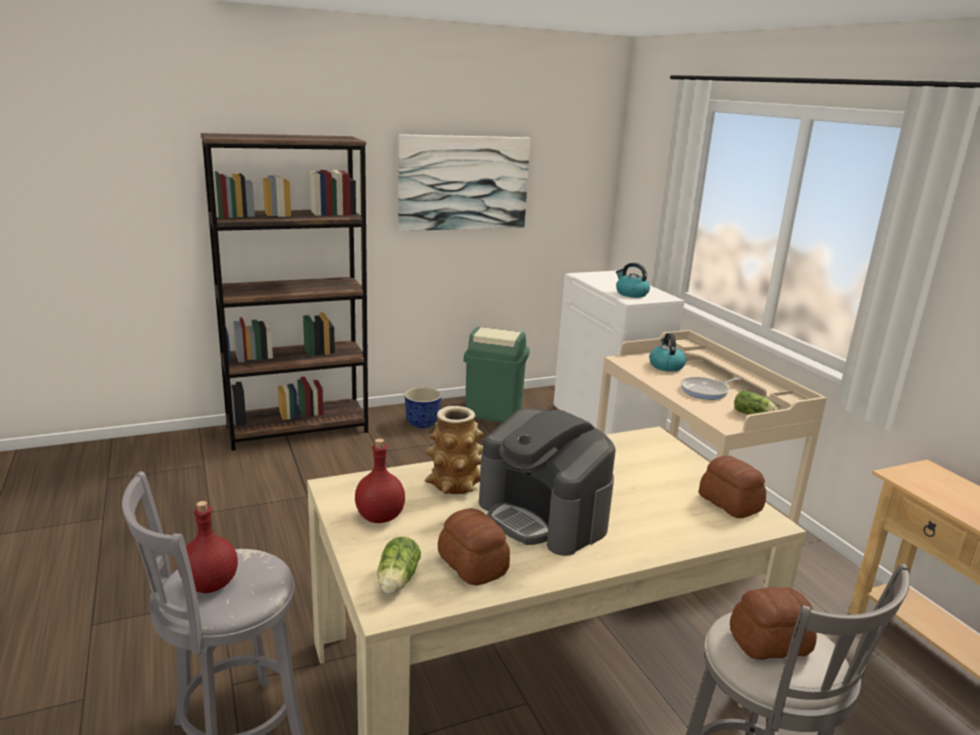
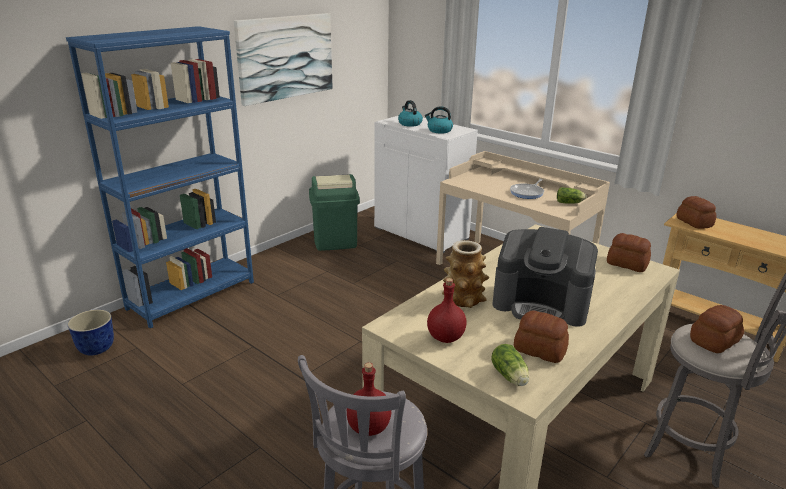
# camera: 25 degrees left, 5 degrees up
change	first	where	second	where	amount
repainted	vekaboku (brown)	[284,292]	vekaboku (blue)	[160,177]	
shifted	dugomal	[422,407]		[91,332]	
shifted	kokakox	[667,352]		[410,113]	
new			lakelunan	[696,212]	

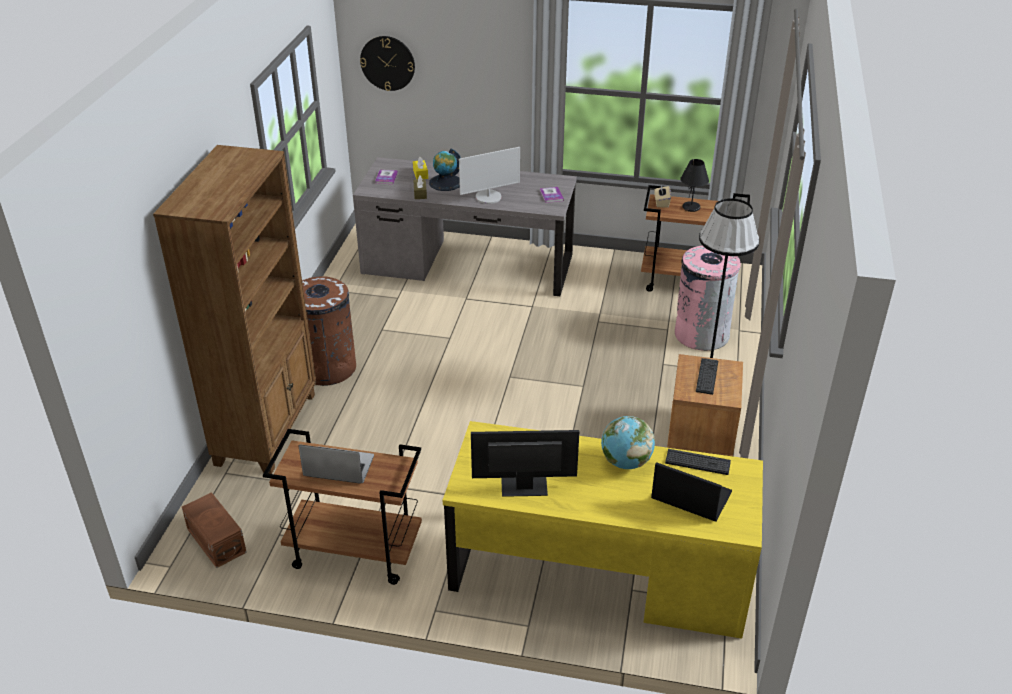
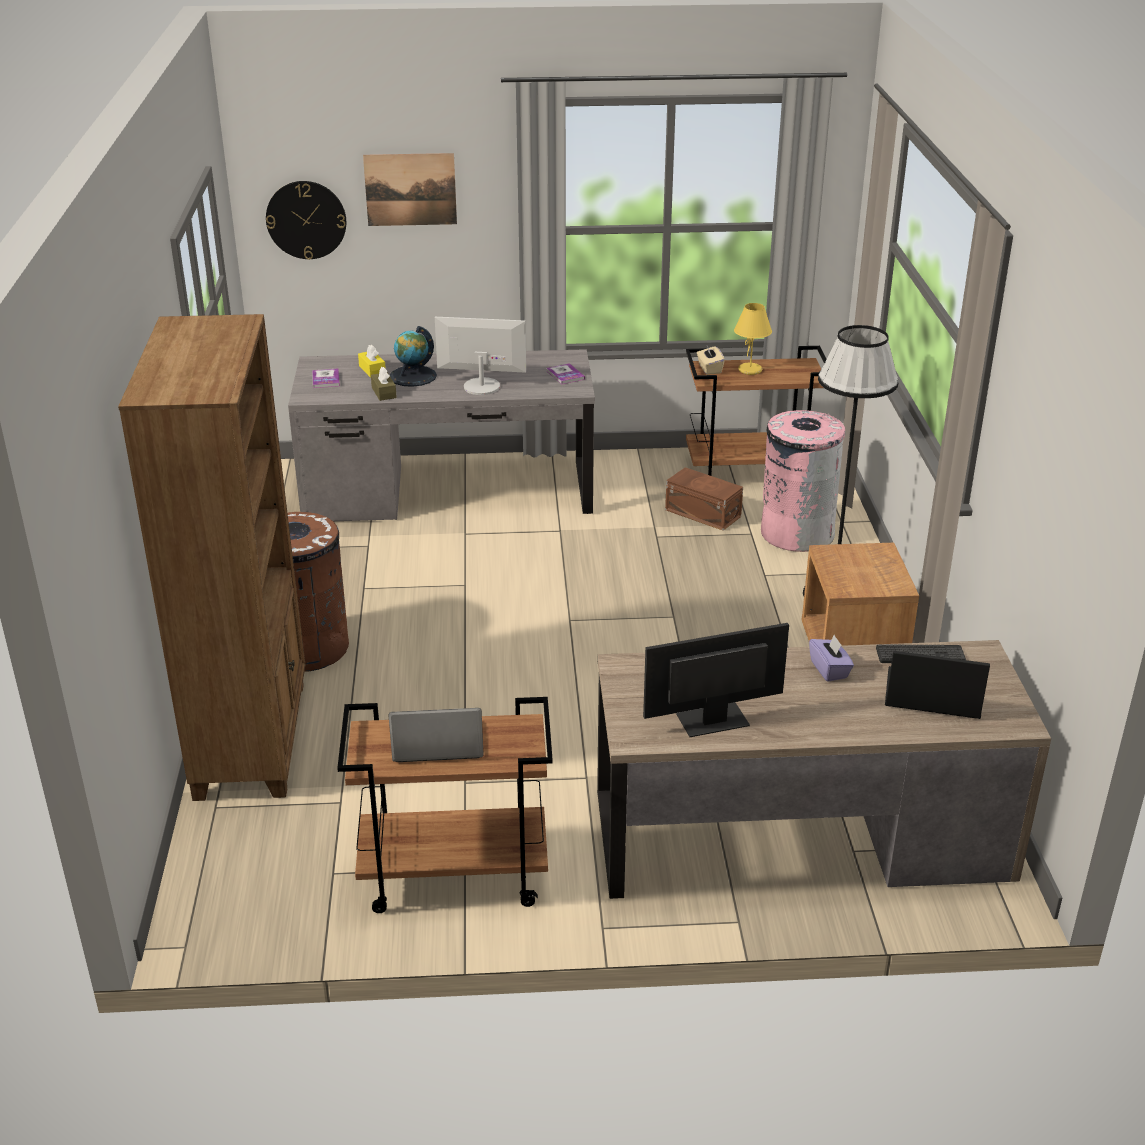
# camera: 15 degrees left, 5 degrees down
change	first	where	second	where	amount
new			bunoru	[410,189]	
rotated	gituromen	[489,175]		[480,356]	135 degrees counterclockwise
repainted	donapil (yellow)	[603,530]	donapil (brown)	[824,769]	
shifted	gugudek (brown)	[214,530]		[704,499]	
repainted	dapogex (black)	[694,185]	dapogex (yellow)	[753,339]	
swapped	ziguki	[628,442]	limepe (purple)	[831,658]	
gone	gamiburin	[707,376]			

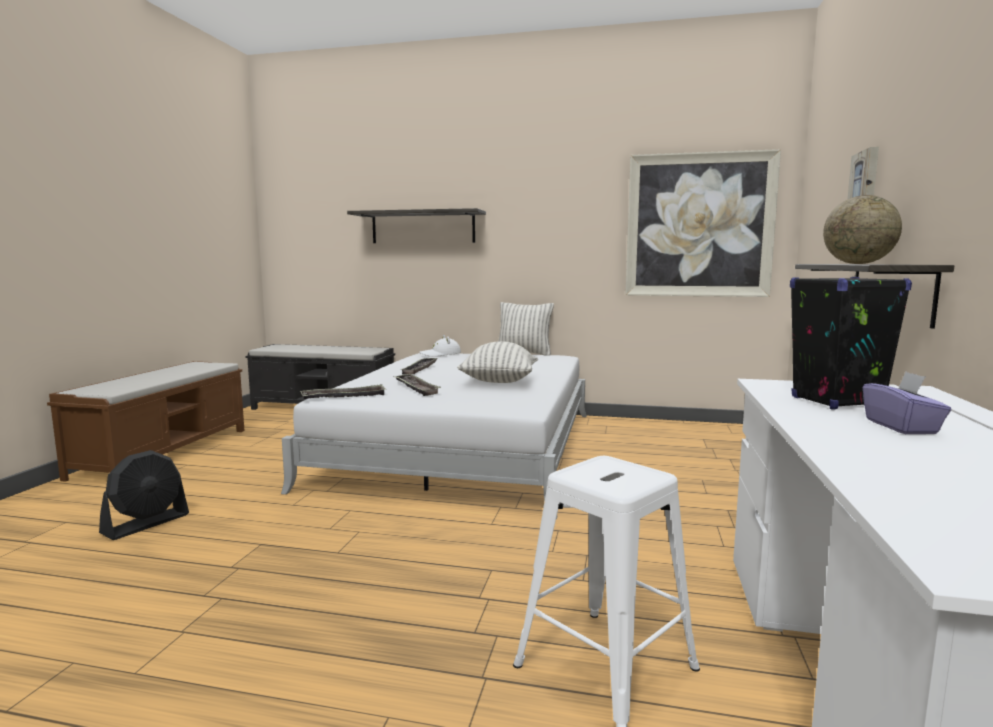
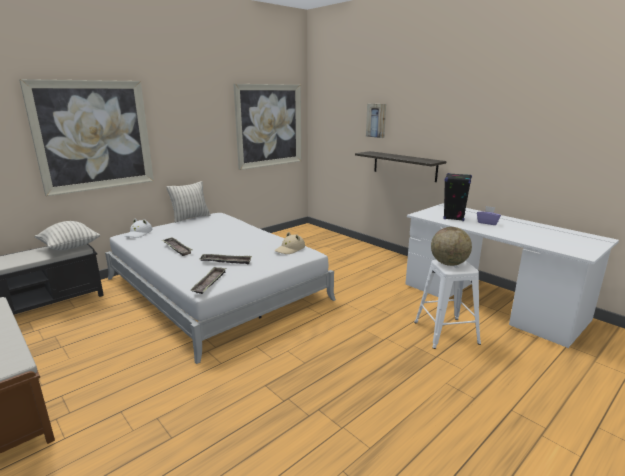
# camera: 55 degrees left, 10 degrees up
change	first	where	second	where	amount
swapped	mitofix	[416,225]	bunoru	[86,137]	
shifted	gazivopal	[497,362]		[67,235]	
new			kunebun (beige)	[290,243]	
shifted	ziguki	[862,229]		[451,246]	
gone	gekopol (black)	[144,495]			

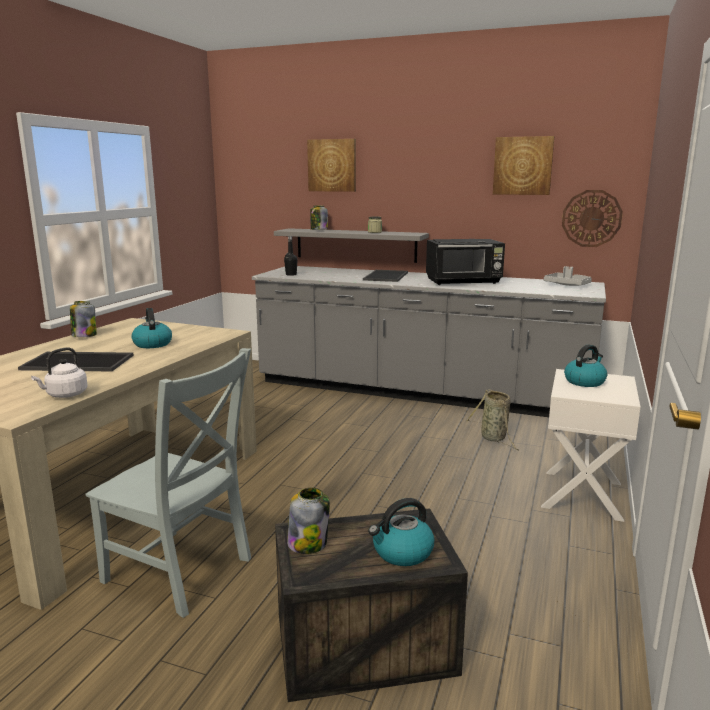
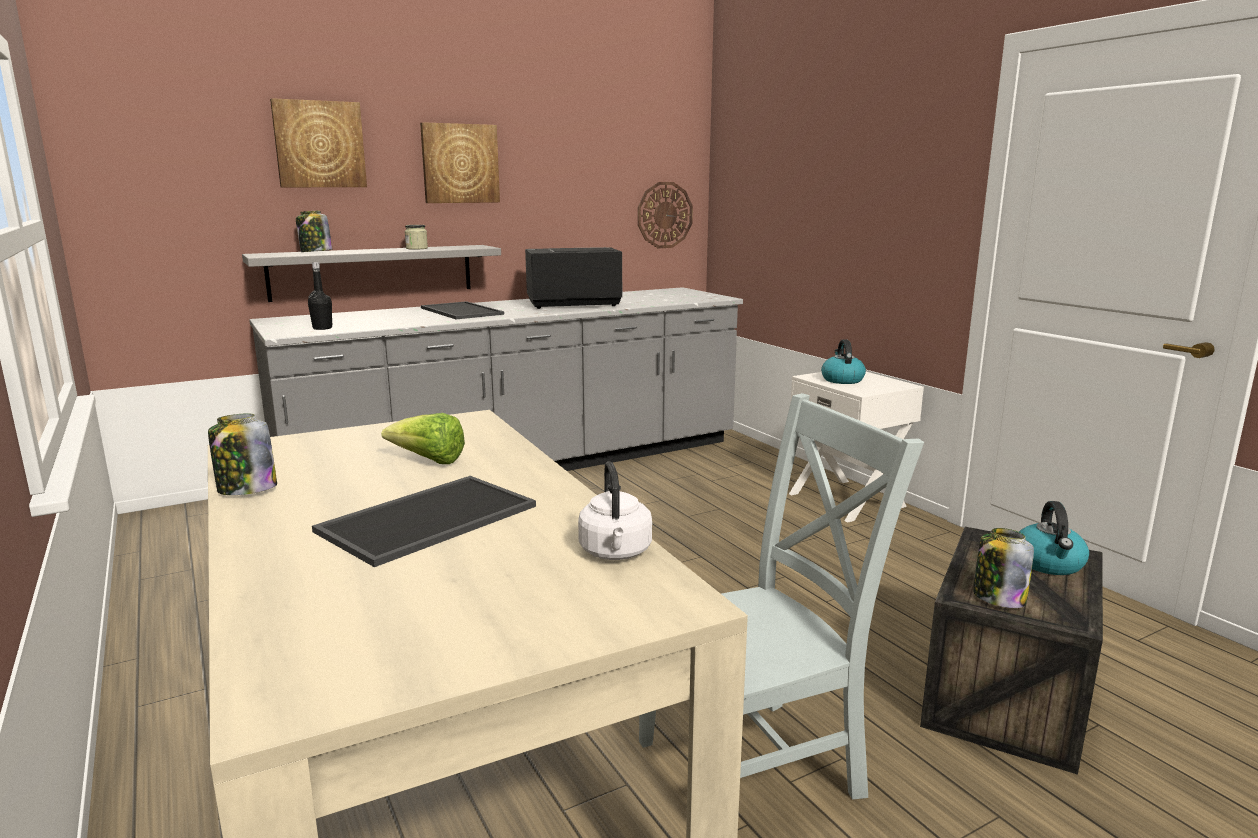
# camera: 50 degrees left, 0 degrees up
change	first	where	second	where	amount
swapped	kokakox	[152,328]	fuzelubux	[423,438]	
shifted	bunoru	[523,165]		[460,162]	
rotated	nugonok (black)	[465,262]		[573,278]	135 degrees counterclockwise
gone	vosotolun	[492,419]			
gone	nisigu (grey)	[568,276]			

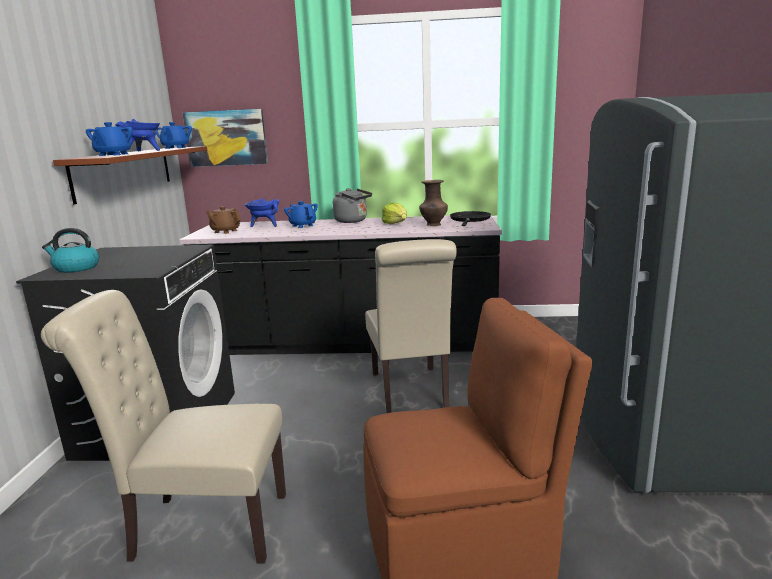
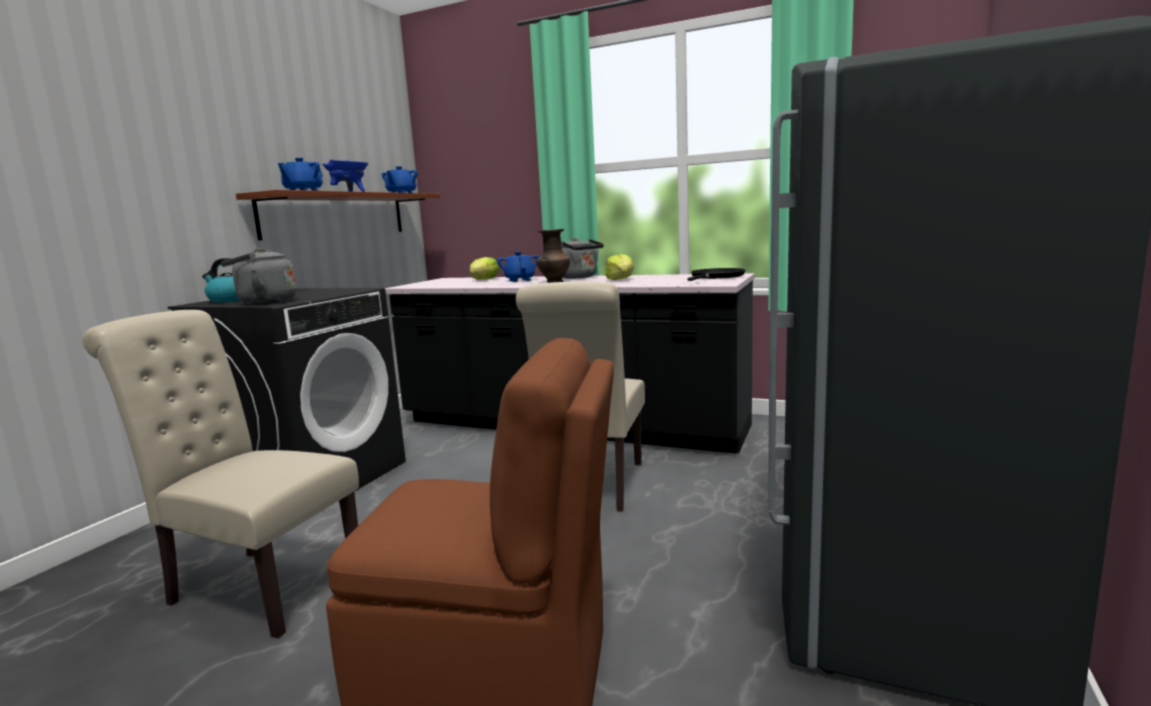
# camera: 20 degrees right, 5 degrees down
change	first	where	second	where	amount
new			kokakox (grey)	[258,276]	
swapped	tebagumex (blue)	[261,213]	fuzelubux	[484,268]	
shifted	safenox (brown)	[433,203]		[553,256]	
gone	bunoru	[225,138]			
gone	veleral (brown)	[223,220]			

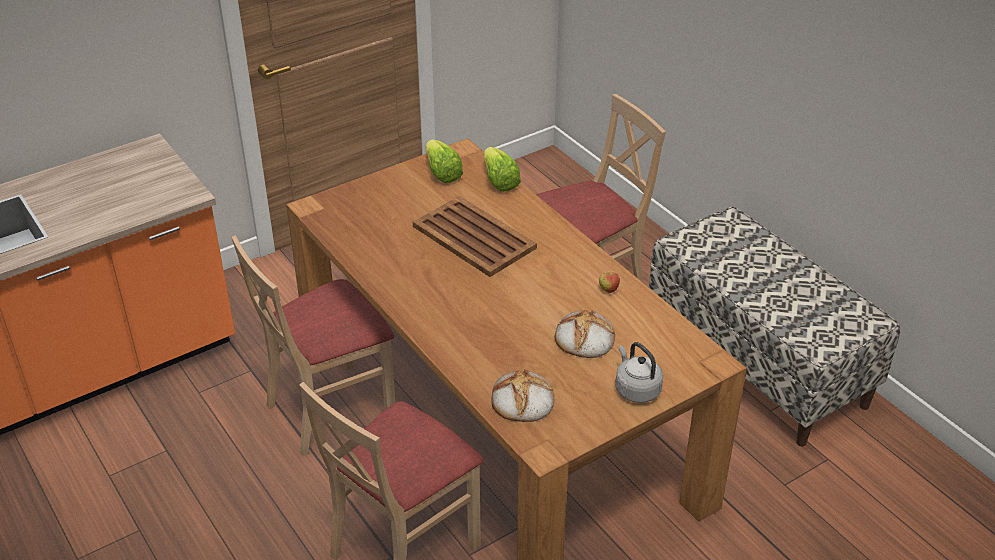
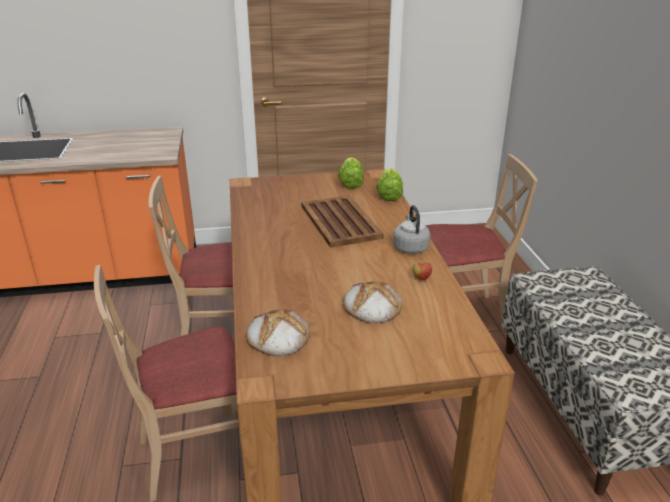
# camera: 25 degrees right, 10 degrees down
change	first	where	second	where	amount
shifted	kokakox (grey)	[639,372]		[411,229]	

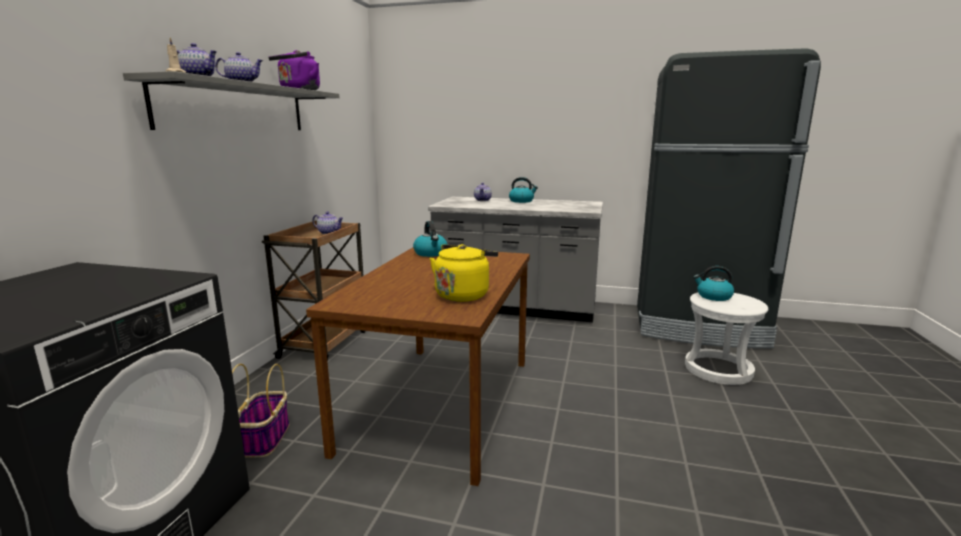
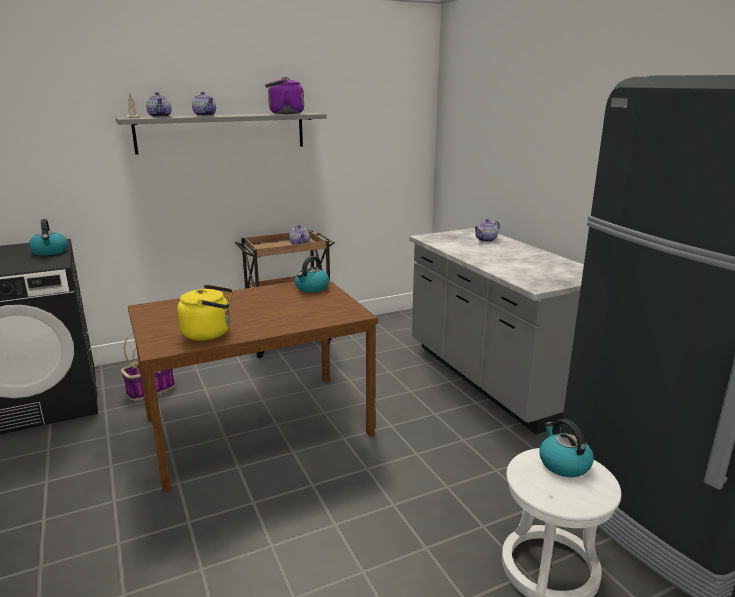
# camera: 50 degrees right, 5 degrees up
change	first	where	second	where	amount
shifted	kokakox	[523,190]		[48,237]	

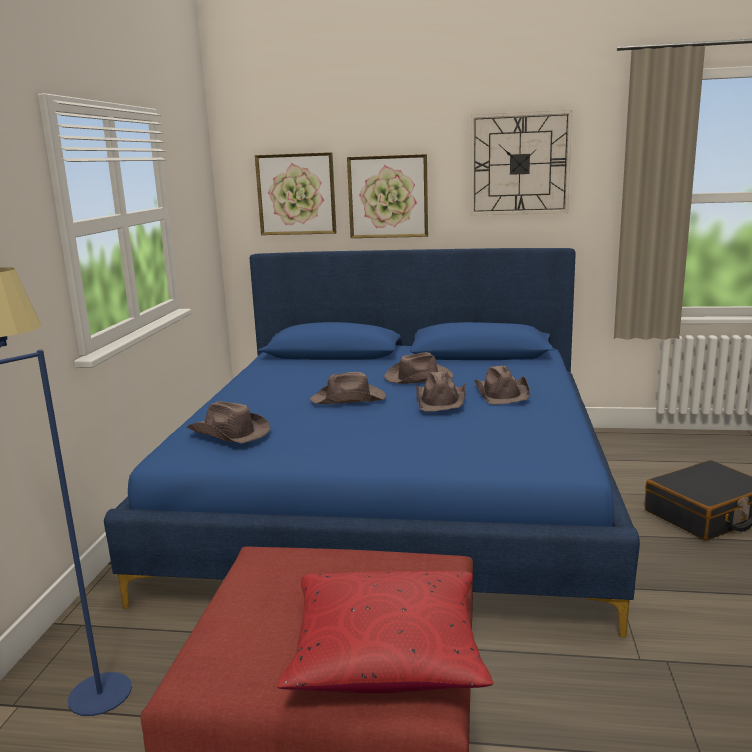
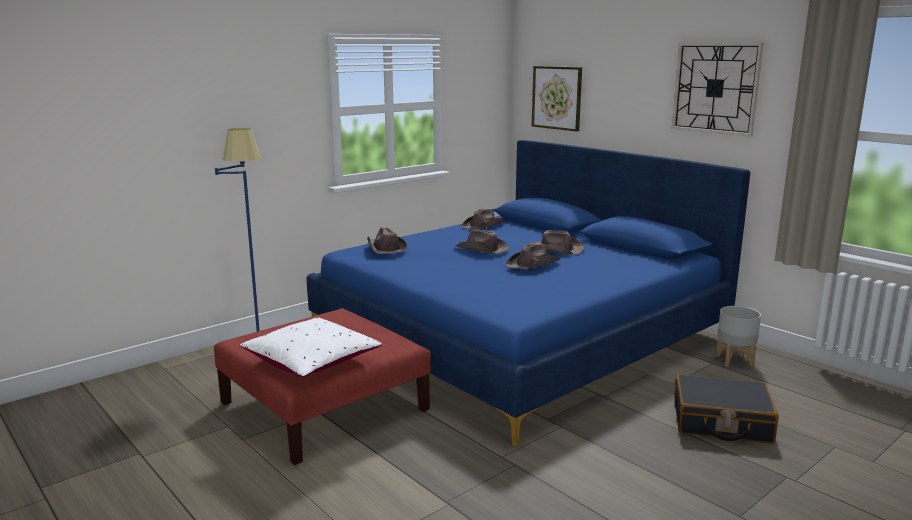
# camera: 40 degrees right, 0 degrees up
change	first	where	second	where	amount
repainted	gazivopal (red)	[385,632]	gazivopal (white)	[311,347]	
shifted	kunebun (brown)	[502,385]		[483,218]	
new			dugomal (grey)	[738,336]	
gone	bunoru	[387,196]			

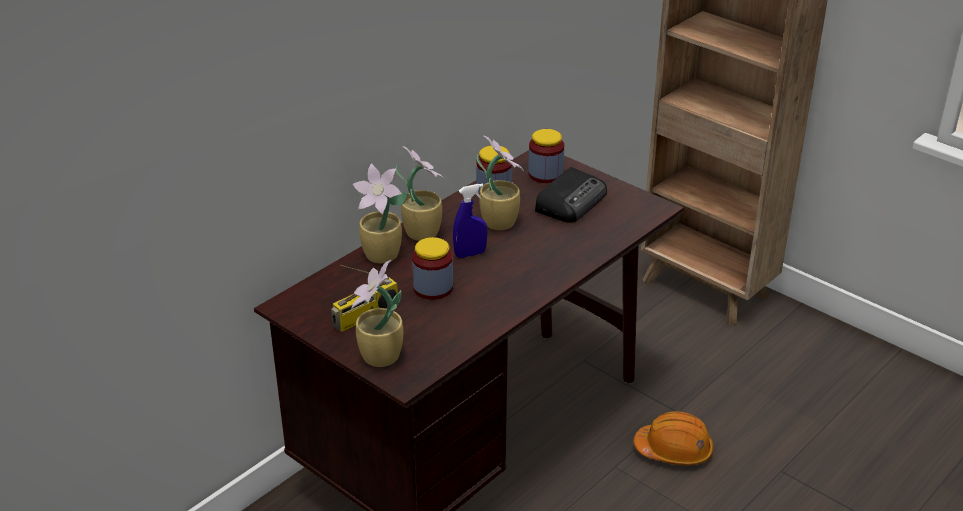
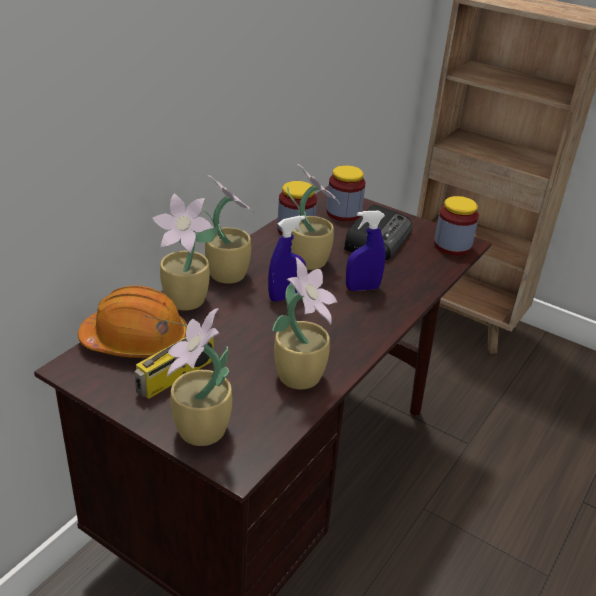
# camera: 10 degrees left, 0 degrees up
change	first	where	second	where	amount
shifted	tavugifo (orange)	[674,438]		[132,322]	
new			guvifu	[304,323]	
new			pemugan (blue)	[365,251]	
shifted	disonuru	[432,268]		[456,226]	

